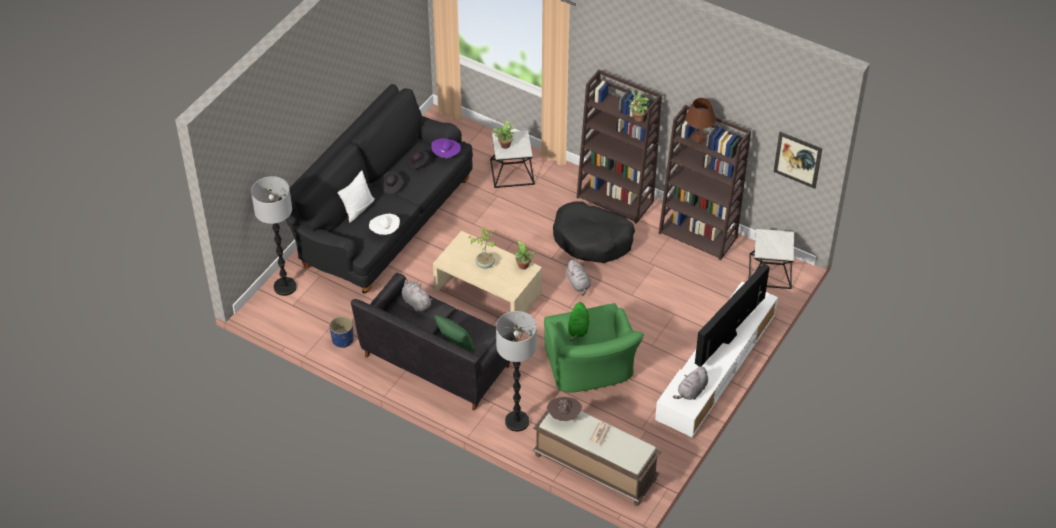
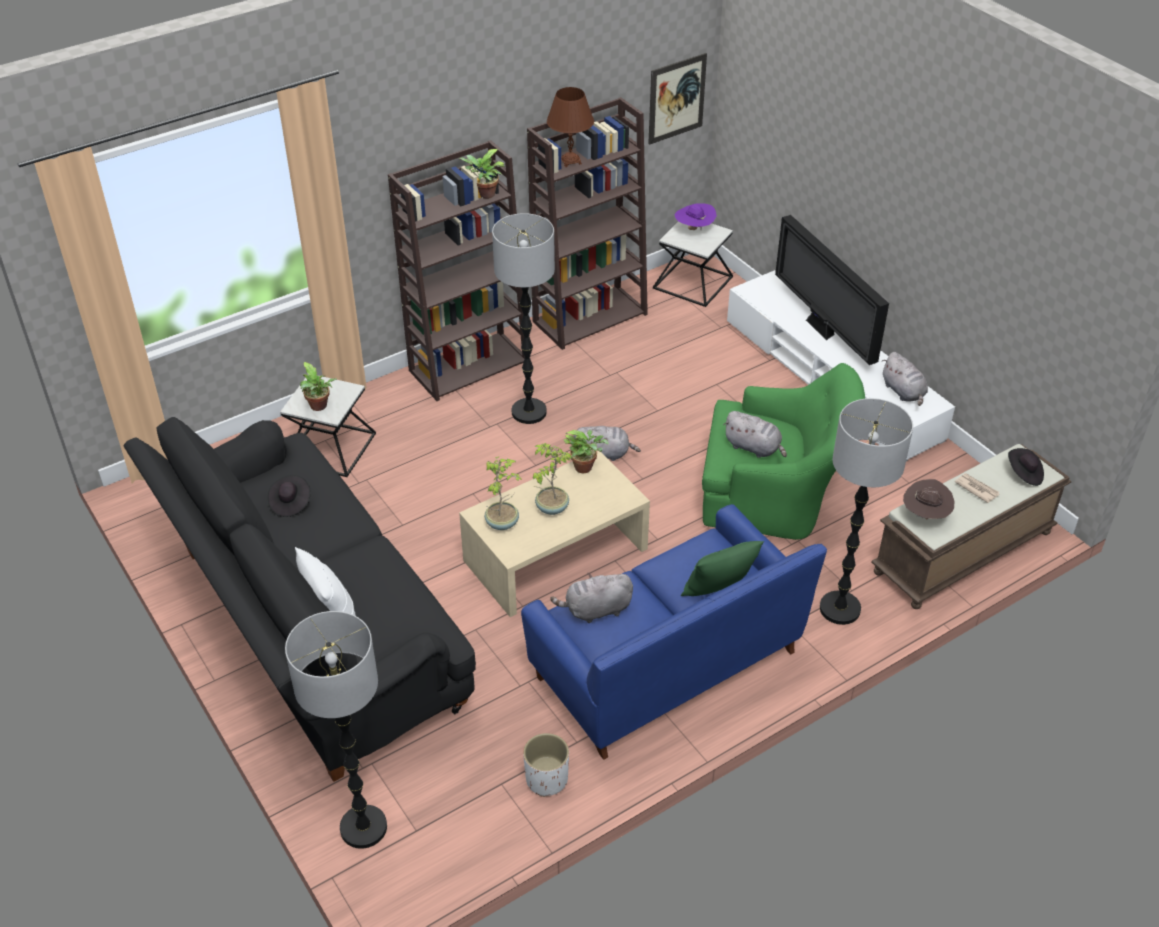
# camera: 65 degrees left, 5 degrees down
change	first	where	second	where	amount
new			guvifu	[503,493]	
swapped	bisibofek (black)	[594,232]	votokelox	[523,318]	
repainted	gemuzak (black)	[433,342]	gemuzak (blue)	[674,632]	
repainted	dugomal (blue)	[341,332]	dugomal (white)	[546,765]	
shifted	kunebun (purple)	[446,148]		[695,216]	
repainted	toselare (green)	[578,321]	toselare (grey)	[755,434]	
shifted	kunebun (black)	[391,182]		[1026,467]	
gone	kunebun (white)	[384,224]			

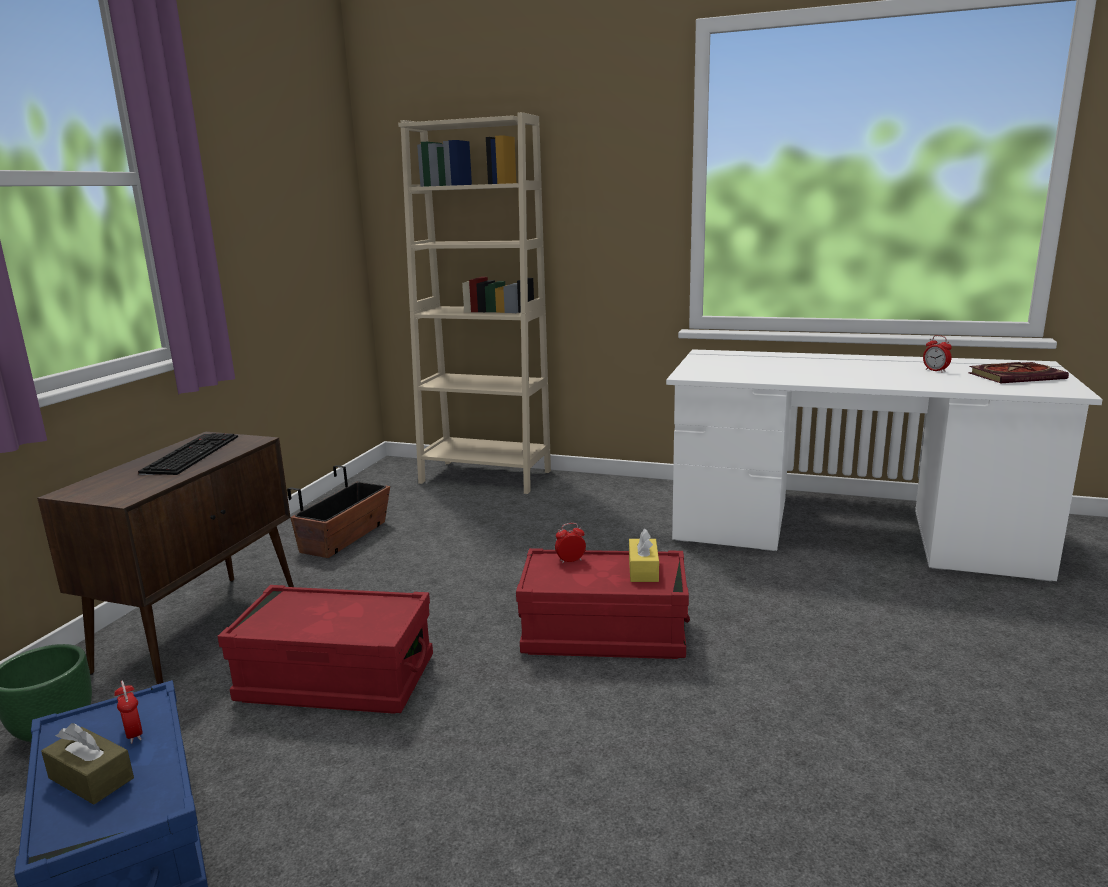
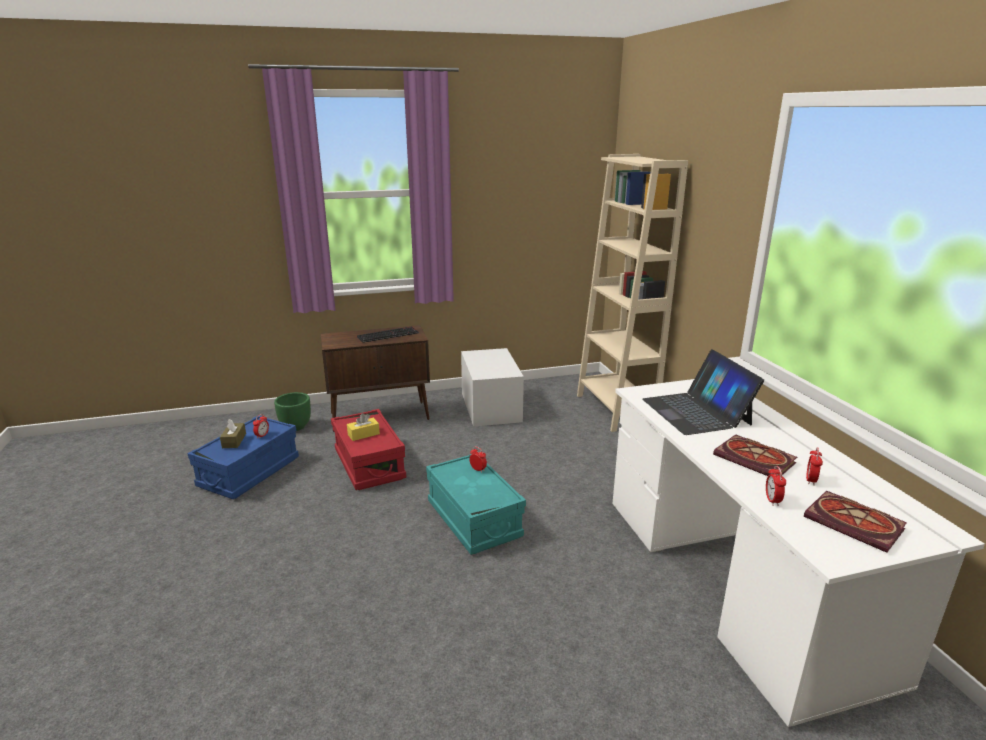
# camera: 55 degrees right, 5 degrees up
change	first	where	second	where	amount
shifted	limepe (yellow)	[644,555]		[363,427]	
repainted	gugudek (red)	[603,603]	gugudek (turquoise)	[476,504]	
swapped	dugomal	[338,511]	gugudek (white)	[492,387]	
new			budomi	[703,392]	
new			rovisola	[755,455]	
new			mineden	[776,486]	

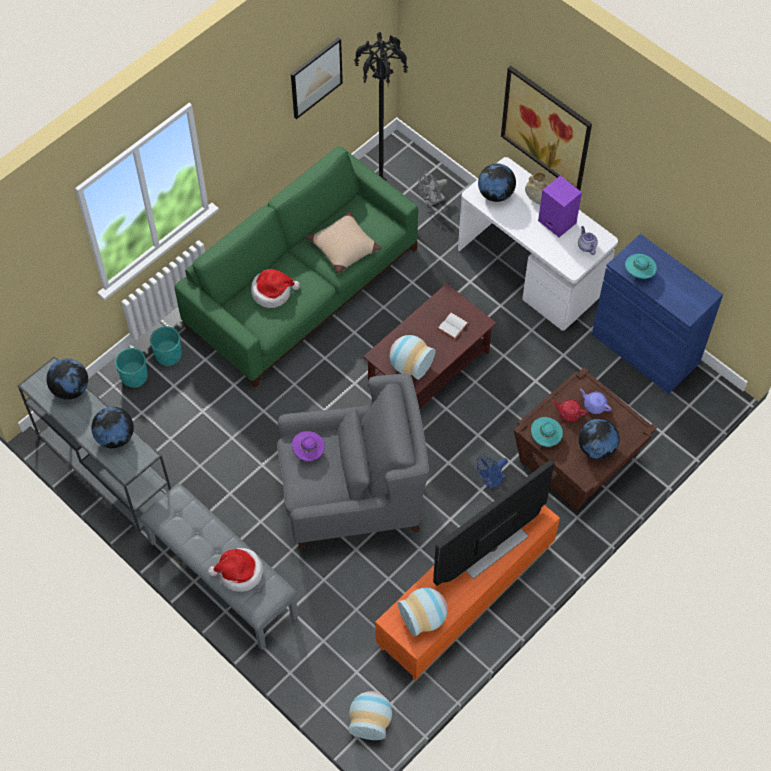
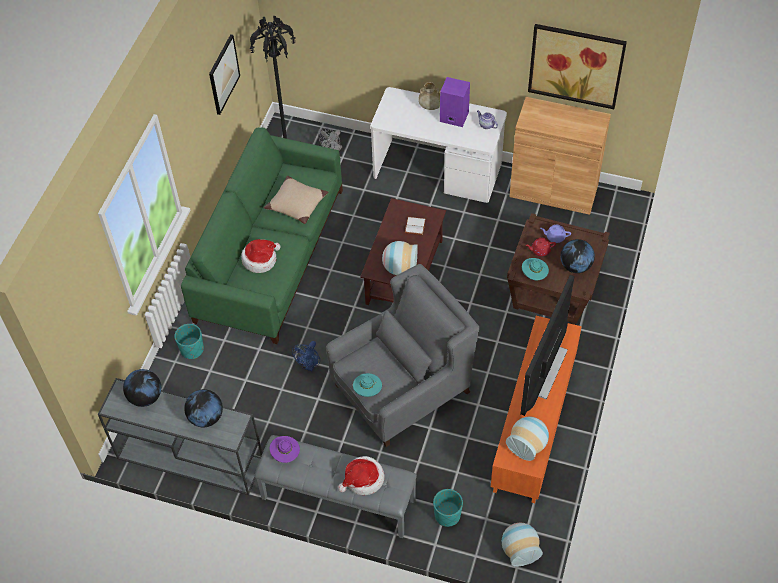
# camera: 25 degrees left, 5 degrees down
change	first	where	second	where	amount
shifted	kunebun (purple)	[308,446]		[285,449]	
shifted	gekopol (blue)	[492,472]		[306,356]	
shifted	kunebun (turquoise)	[641,266]		[367,385]	
shifted	dugomal (turquoise)	[131,368]		[448,508]	
repainted	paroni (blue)	[657,314]	paroni (brown)	[560,156]	
shifted	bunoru	[546,128]		[577,66]	
gone	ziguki	[497,183]			

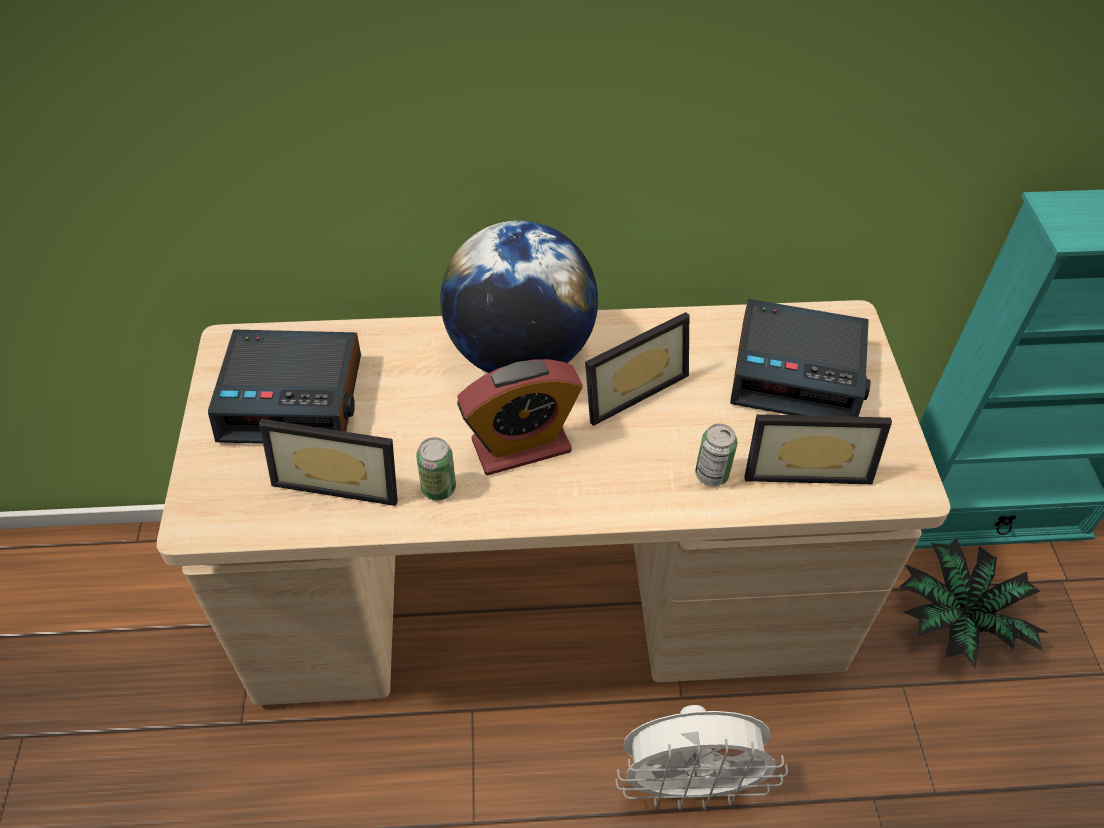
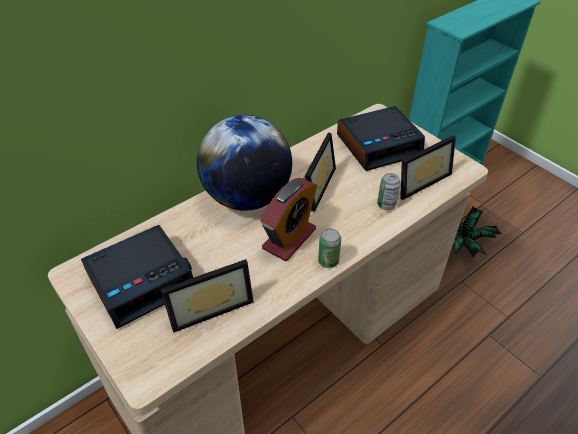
# camera: 35 degrees left, 5 degrees down
change	first	where	second	where	amount
shifted	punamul	[436,469]		[329,248]	
gone	gekopol (white)	[701,757]			

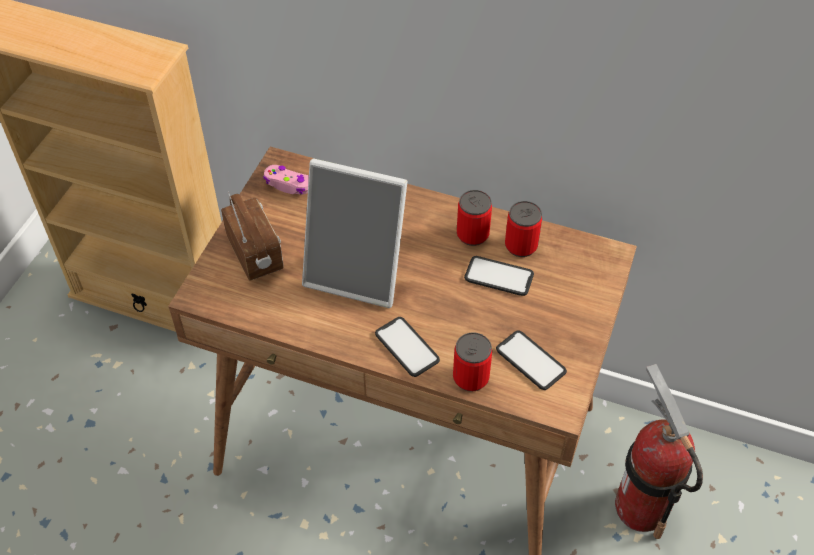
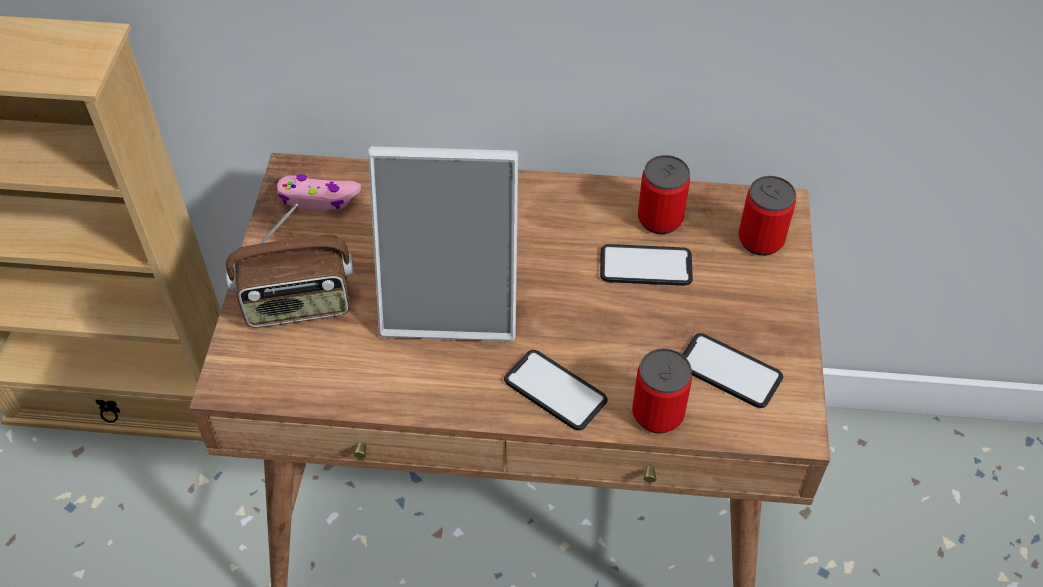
# camera: 15 degrees left, 0 degrees up
change	first	where	second	where	amount
rotated	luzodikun	[252,236]		[290,266]	120 degrees clockwise
shifted	punamul	[474,218]		[767,216]	
gone	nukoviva	[659,451]			

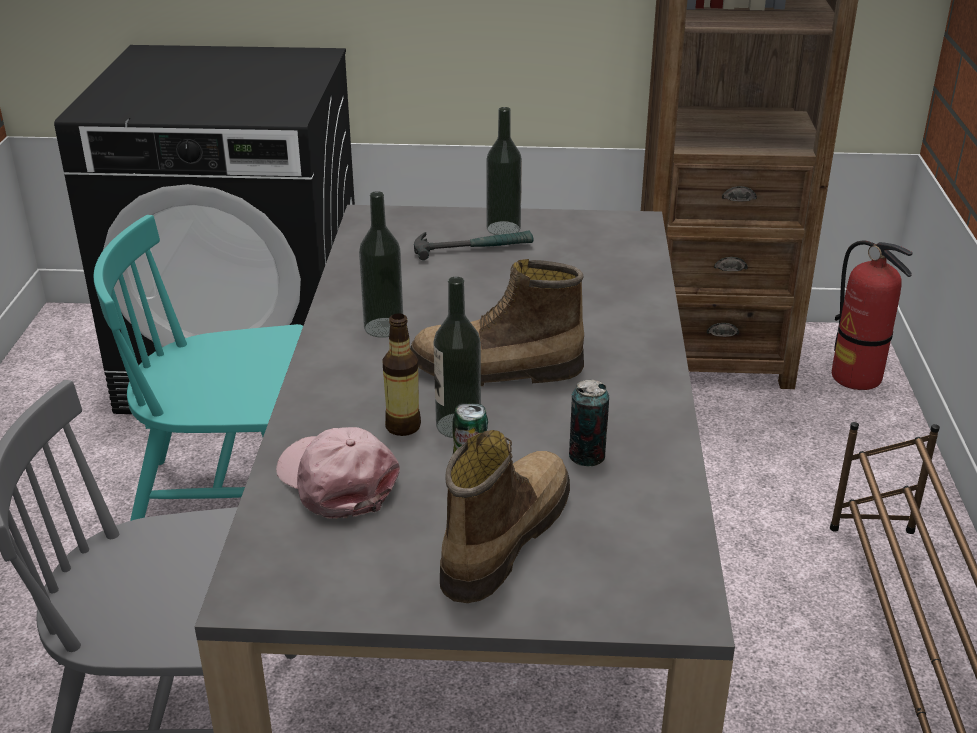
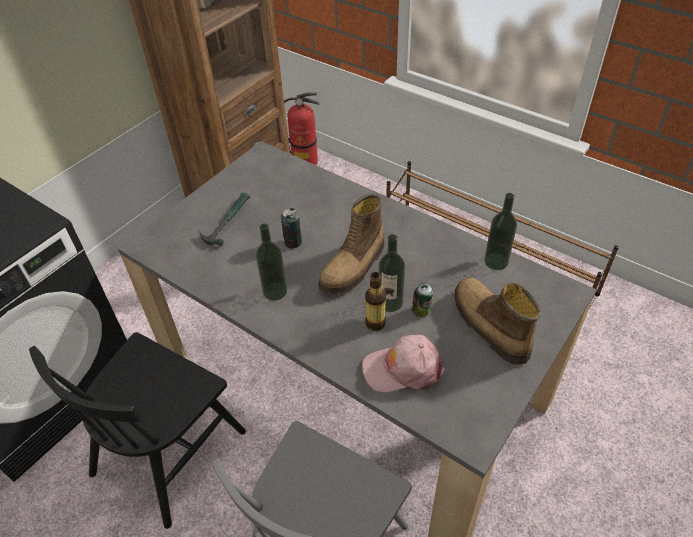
# camera: 55 degrees left, 15 degrees up
change	first	where	second	where	amount
repainted	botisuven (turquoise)	[198,368]	botisuven (black)	[137,430]	
shifted	punamul	[589,423]		[291,228]	
shifted	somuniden	[504,171]		[500,231]	

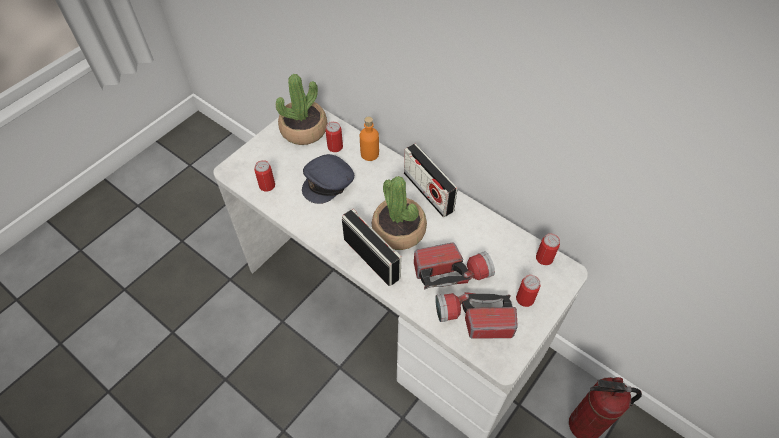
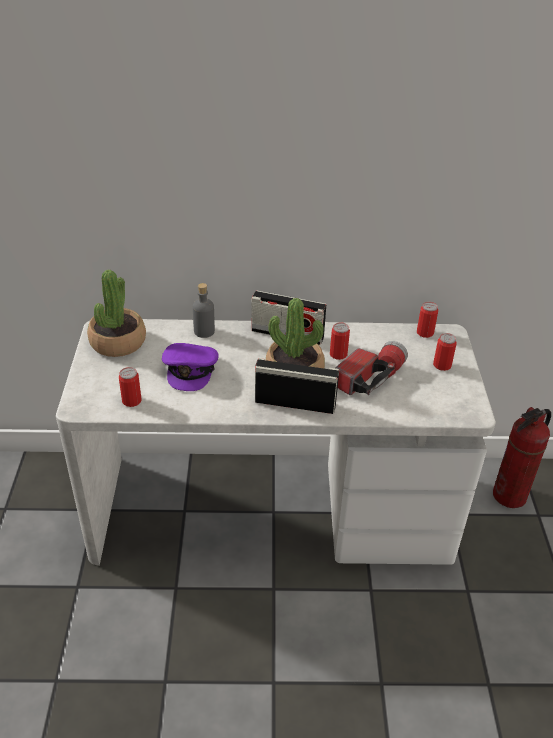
# camera: 40 degrees left, 15 degrees down
change	first	where	second	where	amount
repainted	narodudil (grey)	[328,179]	narodudil (purple)	[190,367]	
repainted	somuniden (orange)	[369,138]	somuniden (grey)	[204,310]	
shifted	punamul	[334,137]		[340,341]	
gone	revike	[476,315]			

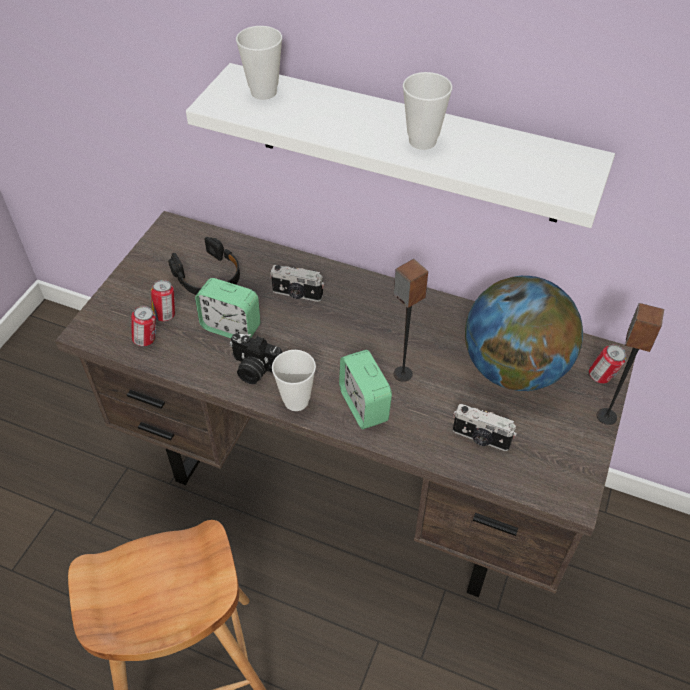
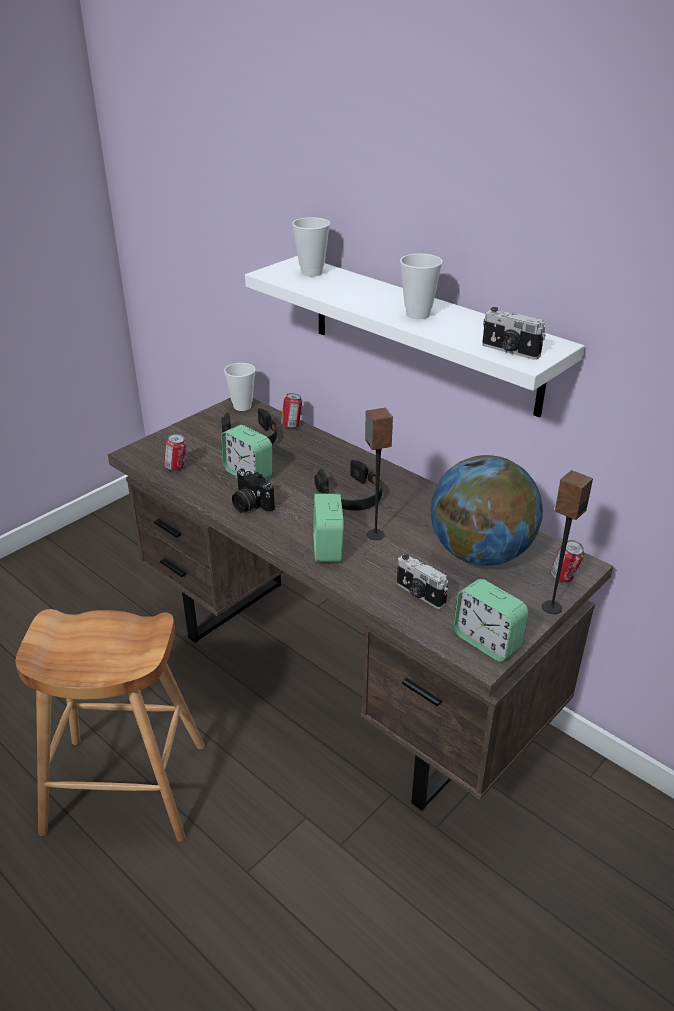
# camera: 20 degrees right, 15 degrees down
change	first	where	second	where	amount
shifted	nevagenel	[294,380]		[239,387]	
shifted	punamul	[163,301]		[291,411]	
new			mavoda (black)	[348,485]	
new			mineden	[491,620]	
shifted	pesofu	[297,283]		[514,333]	

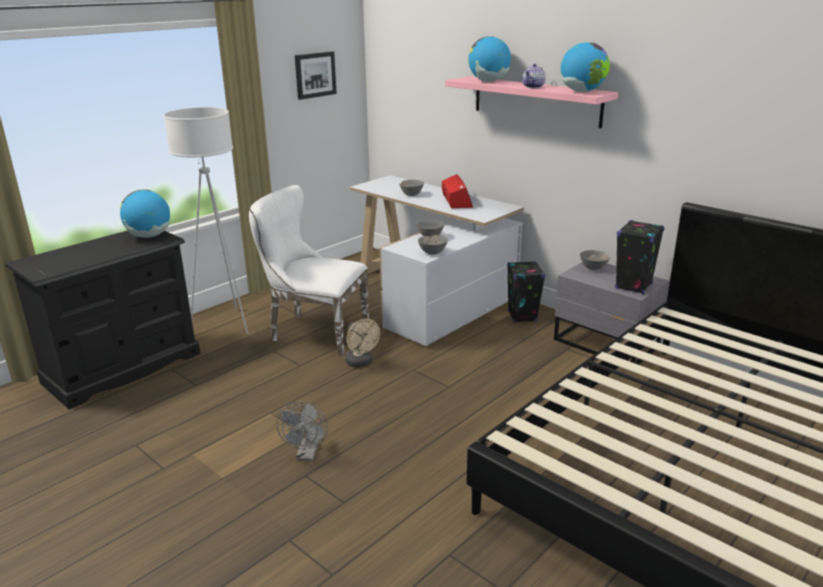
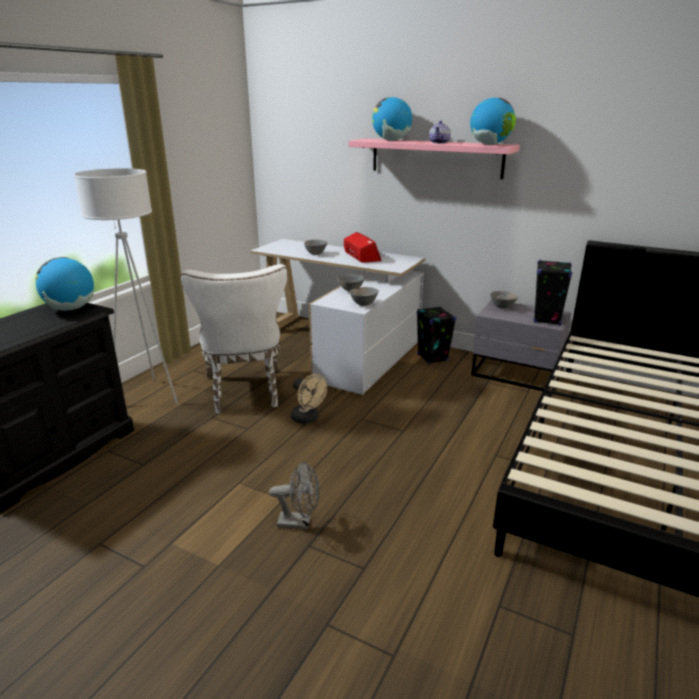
# camera: 15 degrees left, 0 degrees up
change	first	where	second	where	amount
rotated	botisuven (white)	[309,270]		[234,339]	105 degrees counterclockwise
rotated	gekopol (grey)	[302,431]		[294,495]	75 degrees counterclockwise
gone	bunoru	[316,75]			

